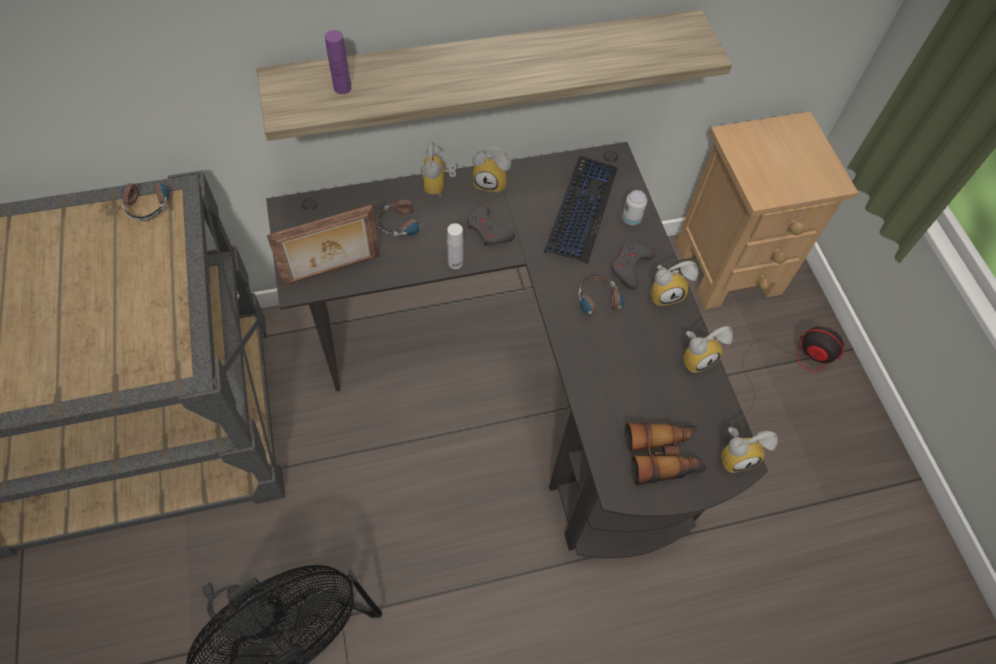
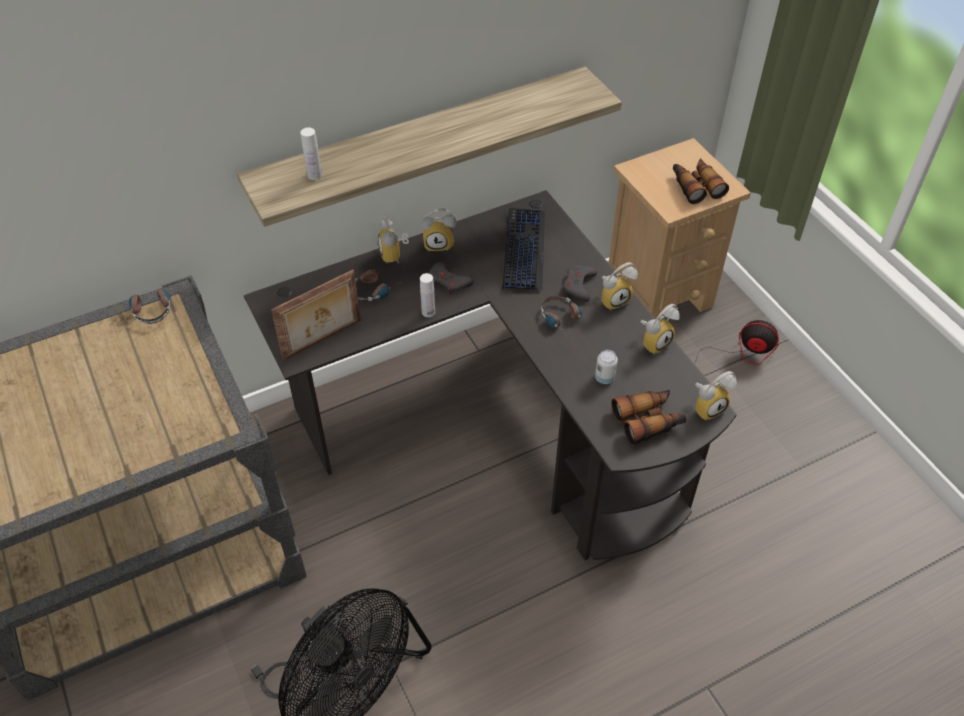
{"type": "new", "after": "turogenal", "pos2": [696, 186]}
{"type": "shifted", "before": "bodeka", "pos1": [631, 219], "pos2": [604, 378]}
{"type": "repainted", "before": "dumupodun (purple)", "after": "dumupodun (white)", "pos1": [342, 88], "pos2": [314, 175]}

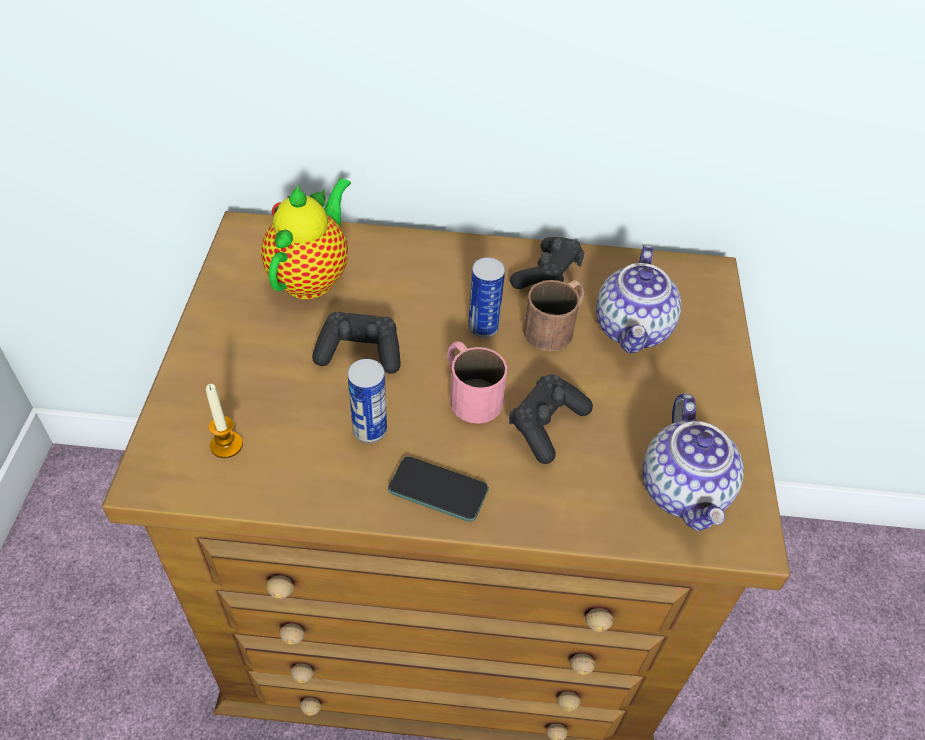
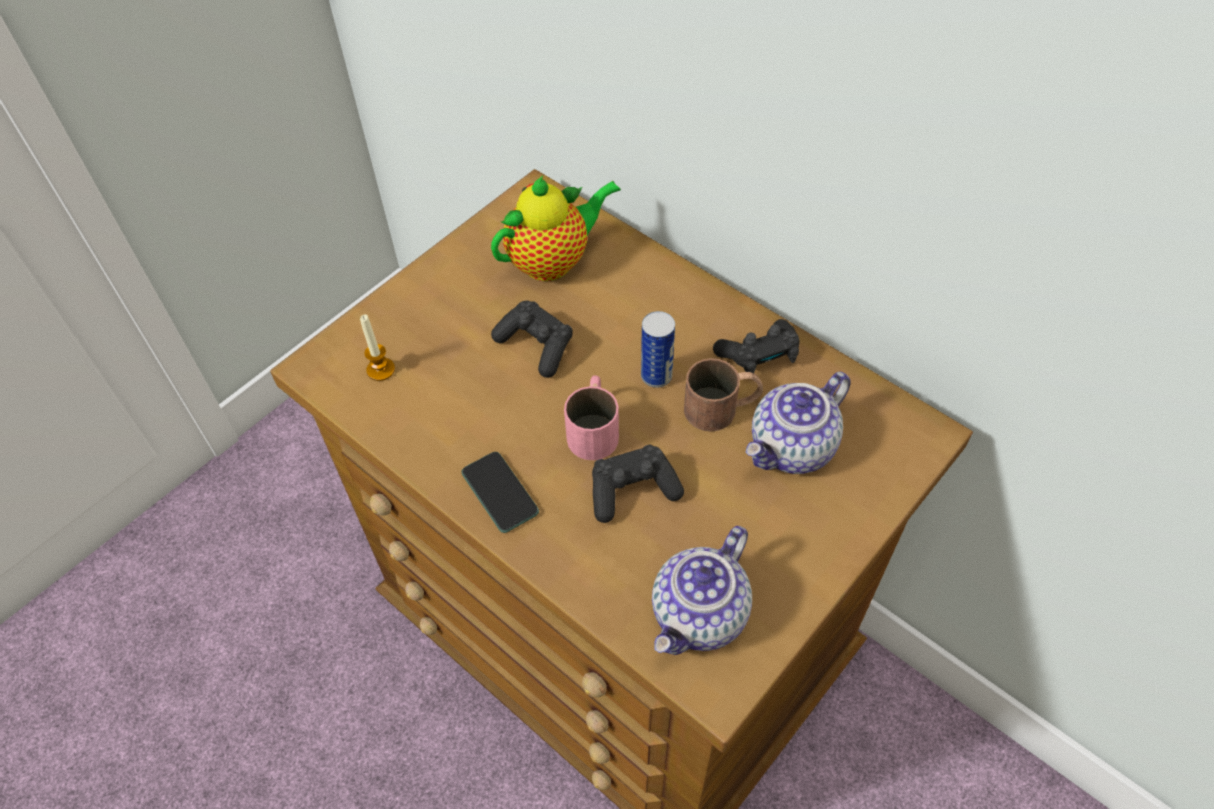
{"type": "gone", "before": "bodeka", "pos1": [369, 430]}

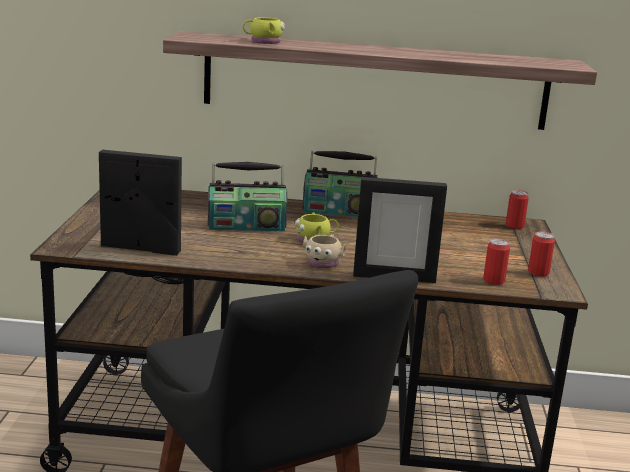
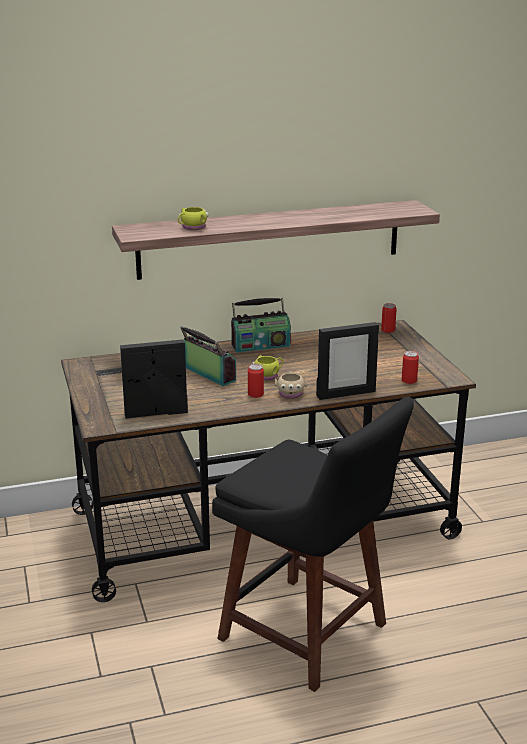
{"type": "shifted", "before": "bodeka", "pos1": [538, 272], "pos2": [255, 394]}
{"type": "rotated", "before": "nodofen", "pos1": [246, 225], "pos2": [208, 374], "turn": -105}

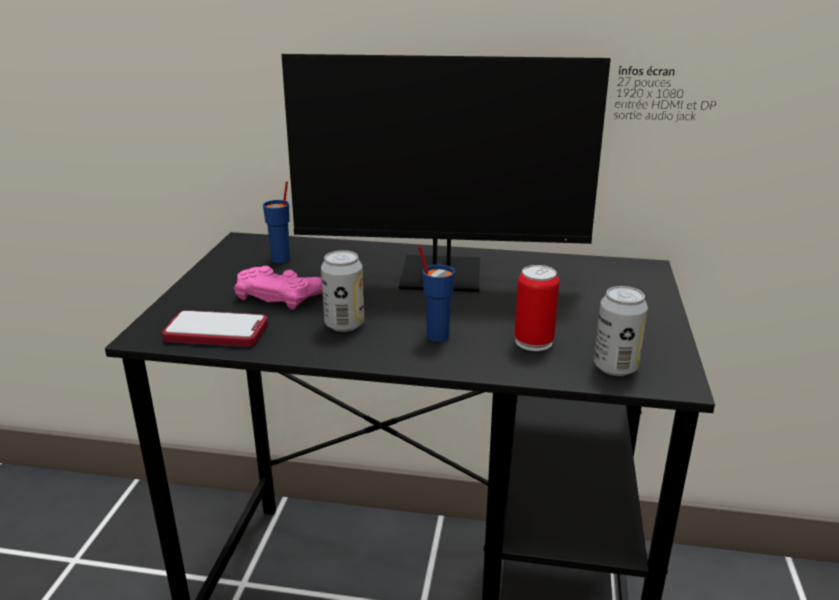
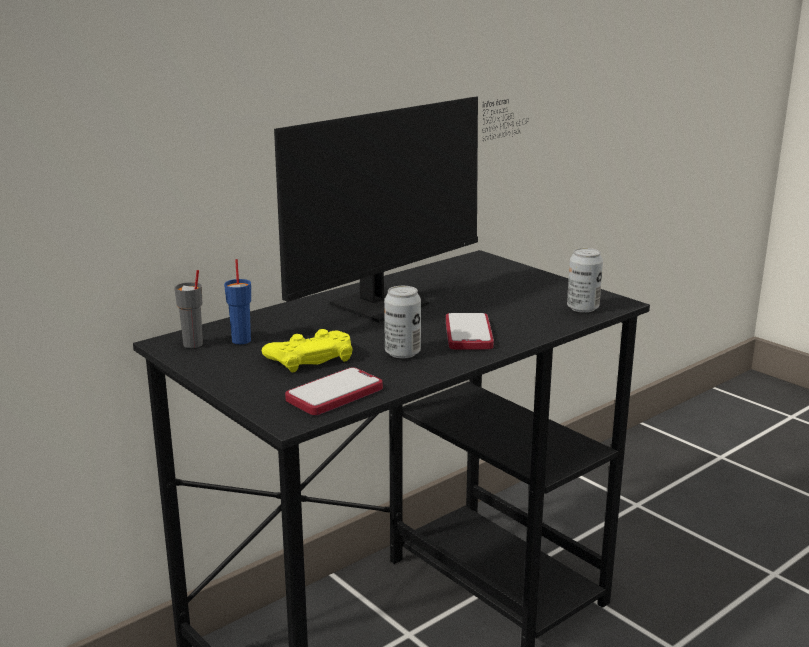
{"type": "gone", "before": "bodeka", "pos1": [533, 341]}
{"type": "new", "after": "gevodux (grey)", "pos2": [193, 344]}
{"type": "swapped", "before": "gevodux (blue)", "after": "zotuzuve", "pos1": [437, 335], "pos2": [468, 334]}
{"type": "repainted", "before": "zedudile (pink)", "after": "zedudile (yellow)", "pos1": [280, 294], "pos2": [310, 358]}

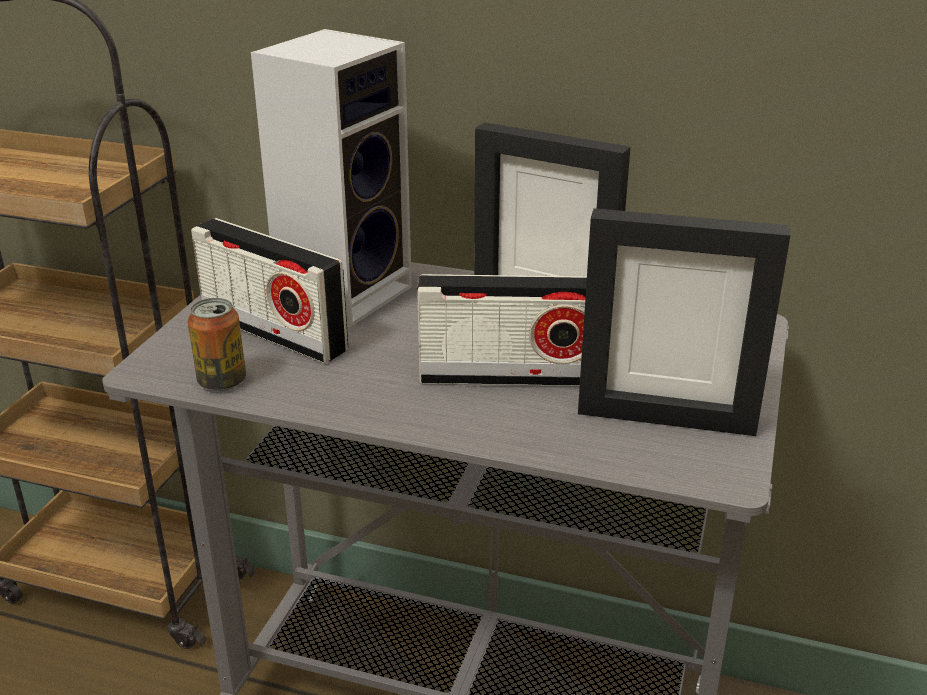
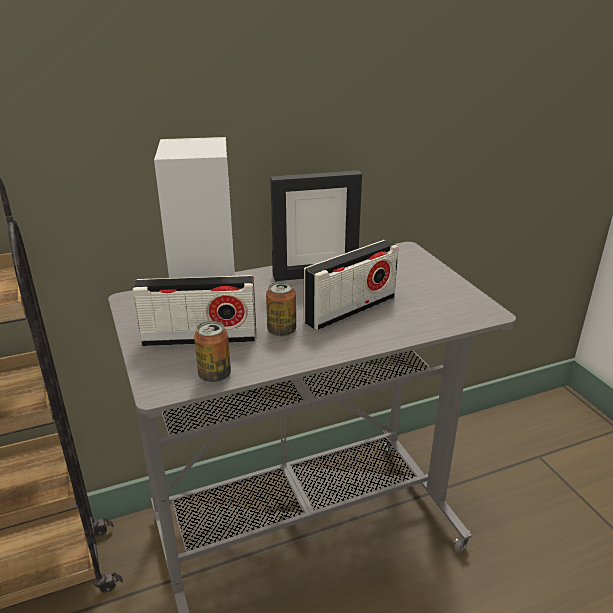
{"type": "gone", "before": "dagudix", "pos1": [666, 416]}
{"type": "new", "after": "bodeka", "pos2": [281, 331]}

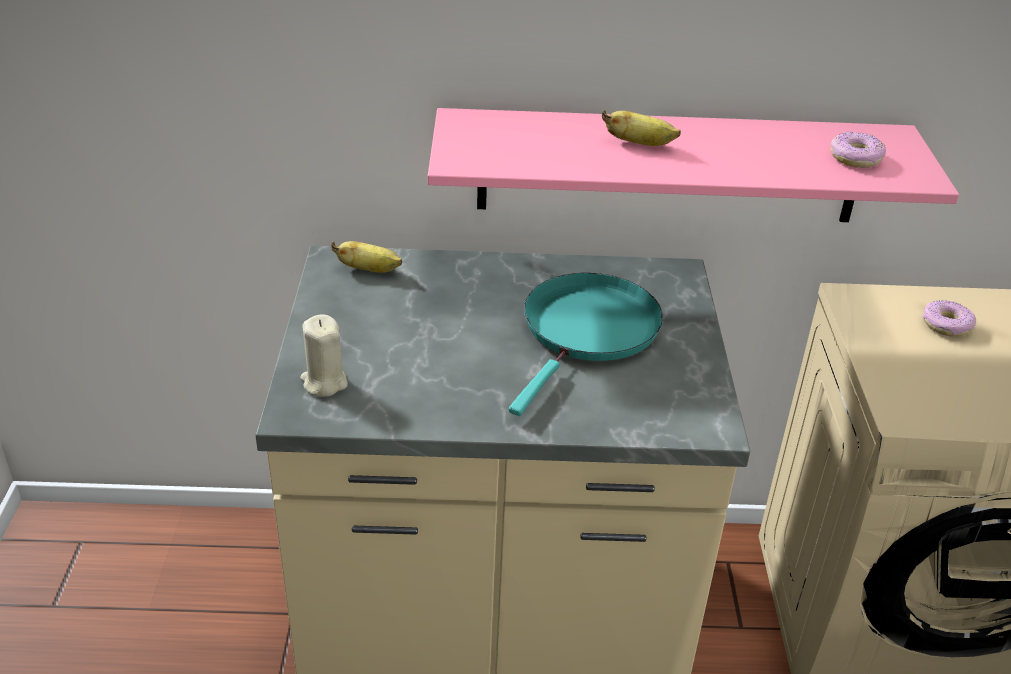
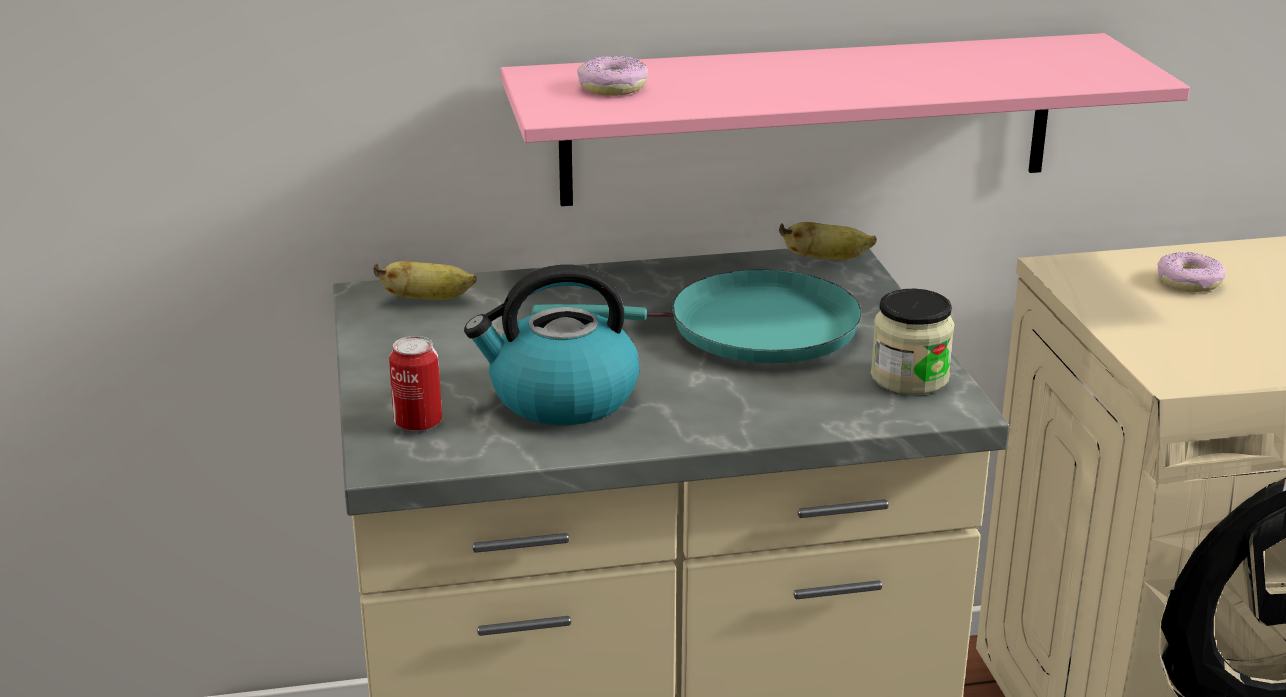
{"type": "new", "after": "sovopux", "pos2": [561, 398]}
{"type": "new", "after": "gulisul", "pos2": [909, 377]}
{"type": "shifted", "before": "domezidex", "pos1": [640, 144], "pos2": [826, 259]}
{"type": "shifted", "before": "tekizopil", "pos1": [855, 158], "pos2": [612, 87]}
{"type": "swapped", "before": "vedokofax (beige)", "after": "bodeka", "pos1": [324, 382], "pos2": [418, 423]}
{"type": "rotated", "before": "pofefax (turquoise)", "pos1": [587, 331], "pos2": [749, 329], "turn": 75}

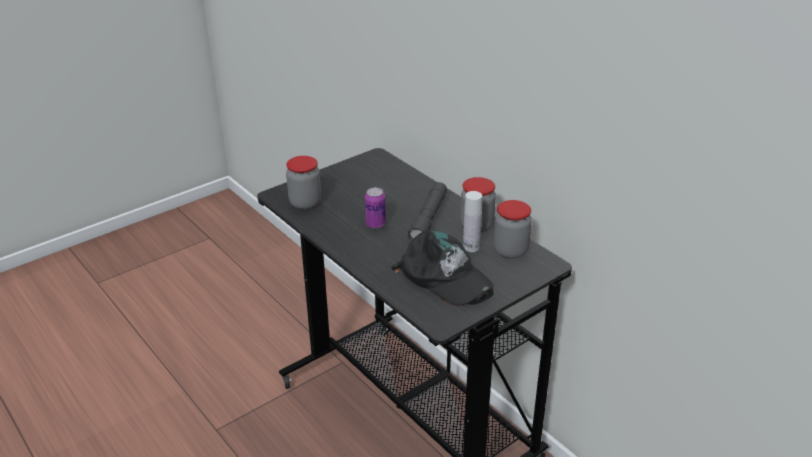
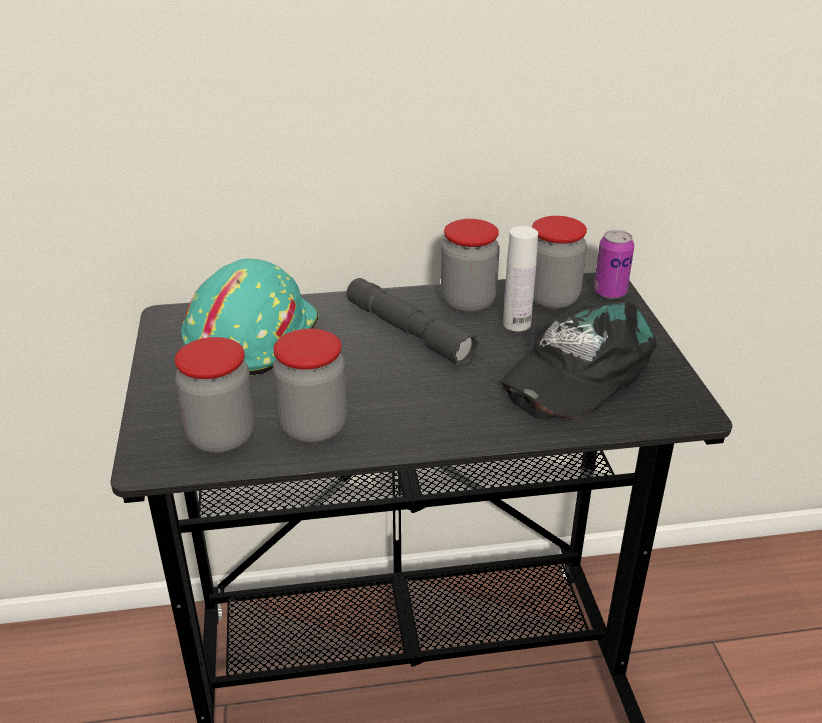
{"type": "new", "after": "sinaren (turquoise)", "pos2": [250, 337]}
{"type": "new", "after": "gulisul", "pos2": [313, 427]}
{"type": "shifted", "before": "bodeka", "pos1": [375, 224], "pos2": [610, 292]}
{"type": "rotated", "before": "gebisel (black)", "pos1": [444, 277], "pos2": [576, 371], "turn": 150}

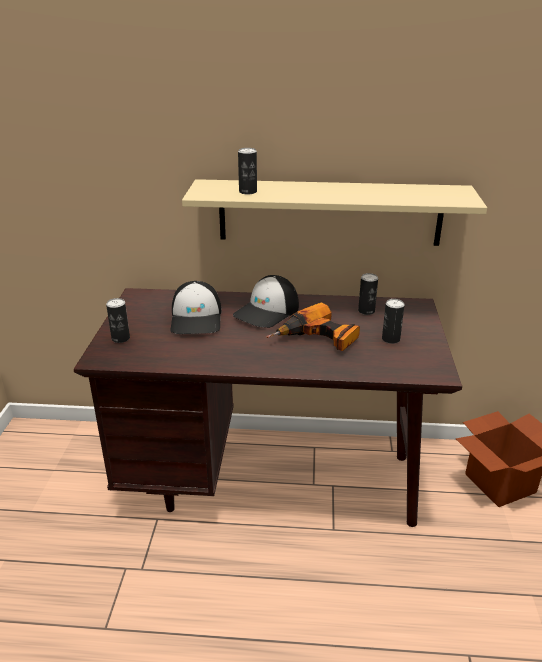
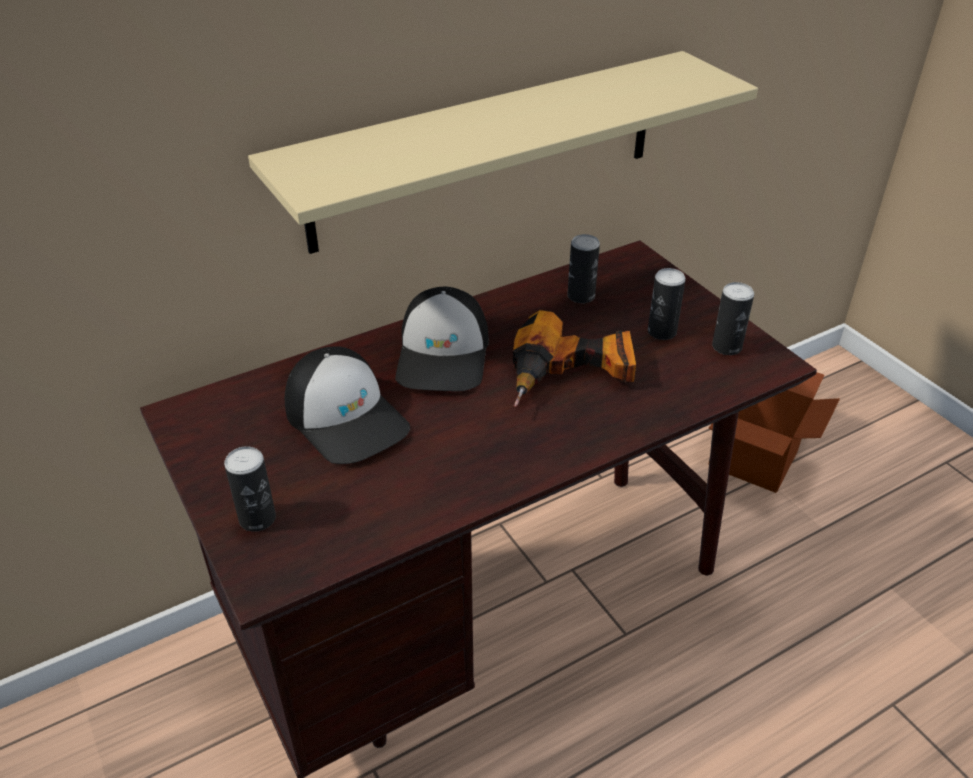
{"type": "shifted", "before": "bodeka", "pos1": [248, 192], "pos2": [726, 346]}

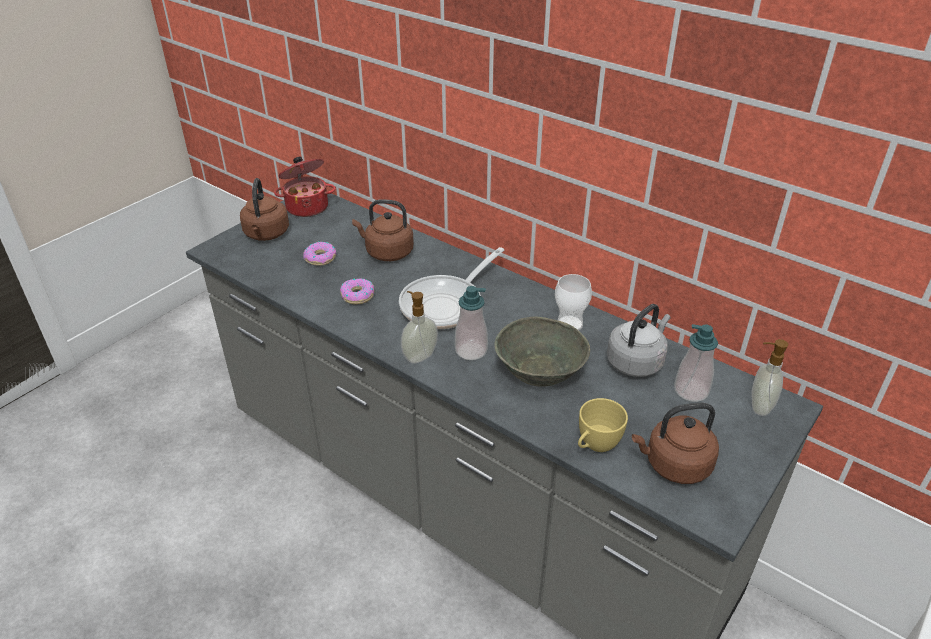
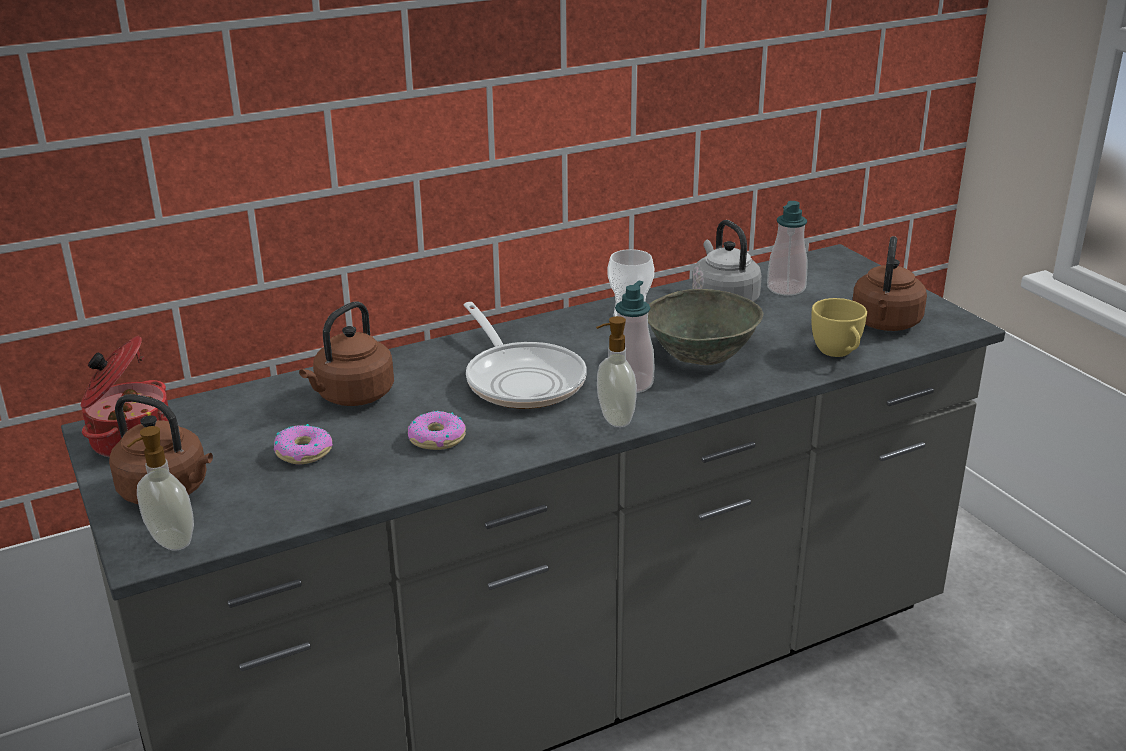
{"type": "shifted", "before": "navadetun", "pos1": [759, 406], "pos2": [170, 541]}

